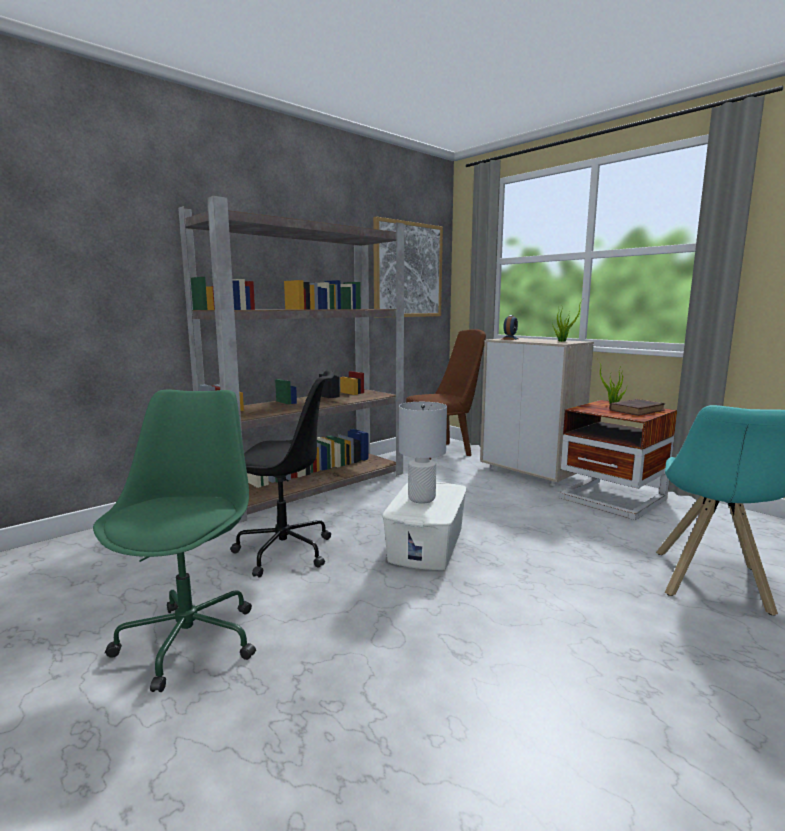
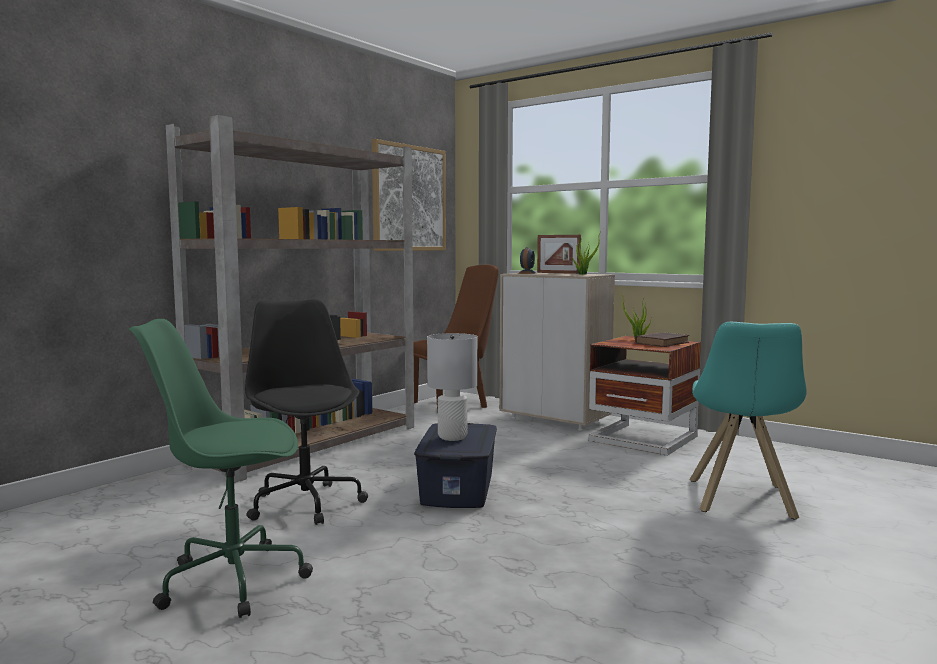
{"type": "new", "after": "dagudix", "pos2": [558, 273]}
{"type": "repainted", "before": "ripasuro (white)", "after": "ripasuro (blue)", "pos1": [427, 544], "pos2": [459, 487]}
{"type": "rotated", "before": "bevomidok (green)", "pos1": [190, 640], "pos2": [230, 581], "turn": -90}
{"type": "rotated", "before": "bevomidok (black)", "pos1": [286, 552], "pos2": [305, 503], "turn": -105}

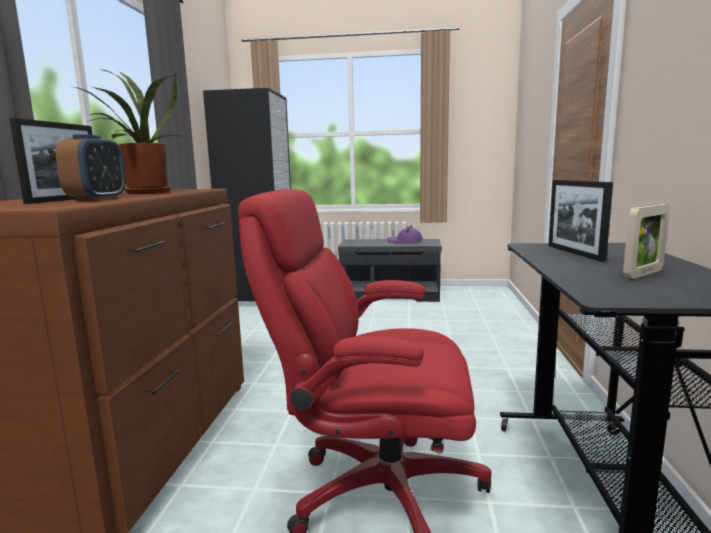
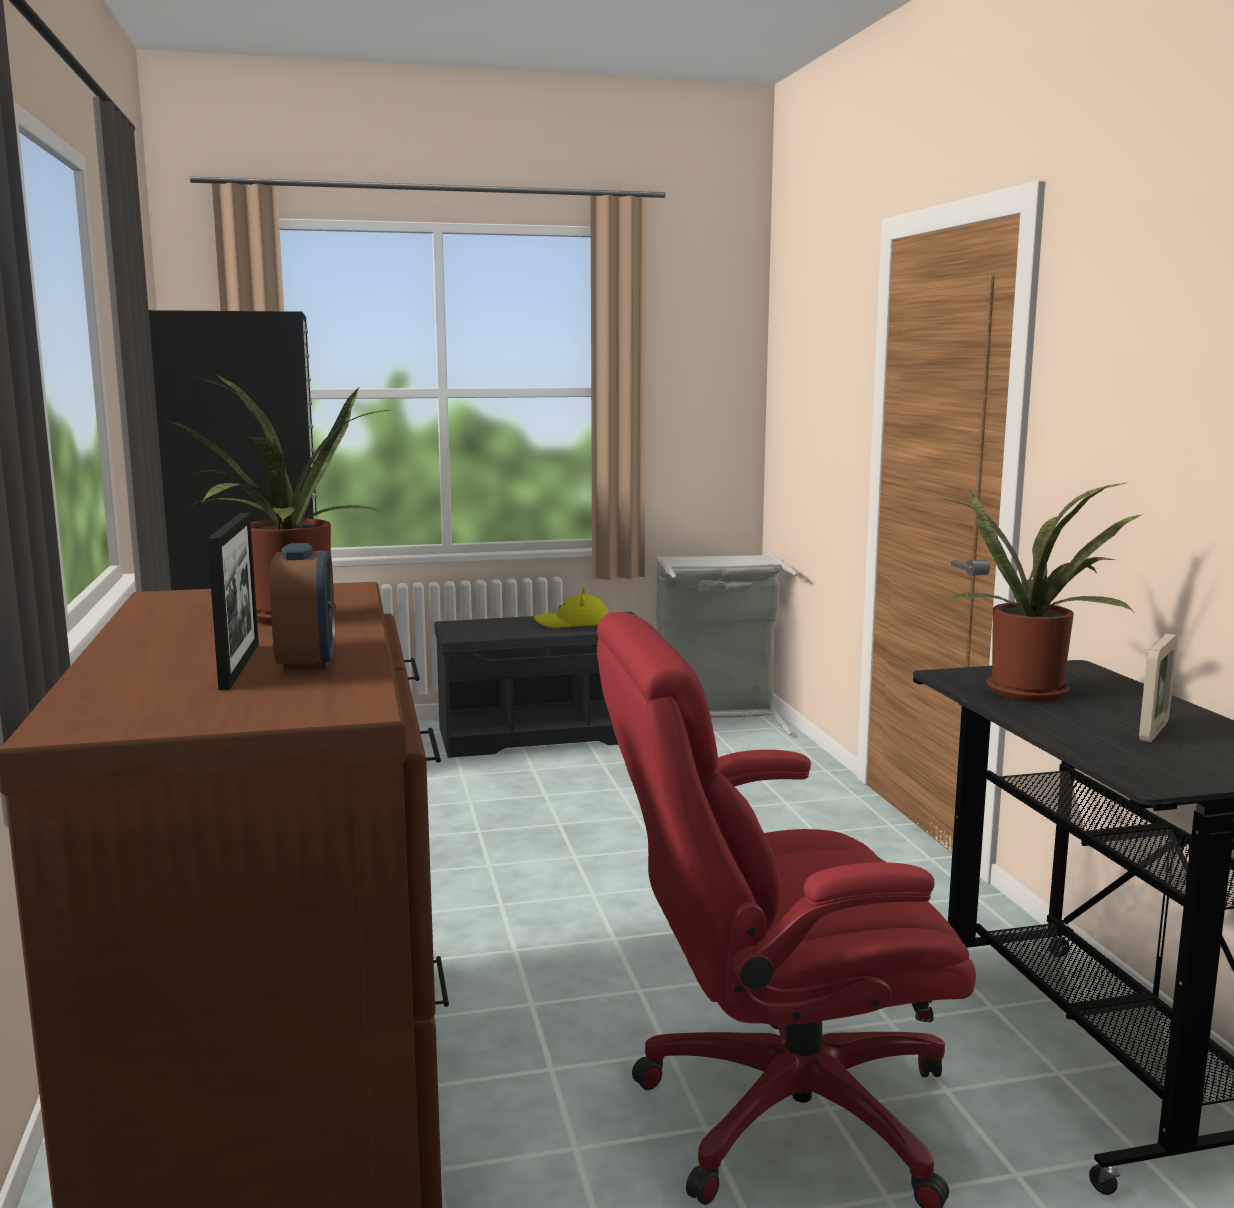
{"type": "new", "after": "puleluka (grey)", "pos2": [718, 719]}
{"type": "swapped", "before": "dagudix", "after": "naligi", "pos1": [574, 253], "pos2": [1030, 690]}
{"type": "repainted", "before": "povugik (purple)", "after": "povugik (yellow)", "pos1": [404, 241], "pos2": [573, 623]}

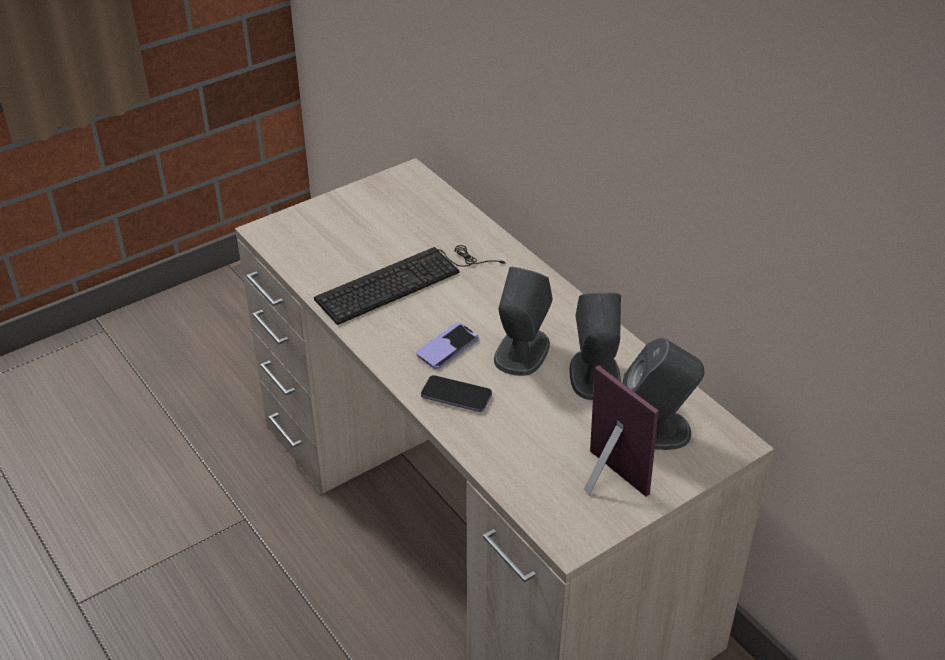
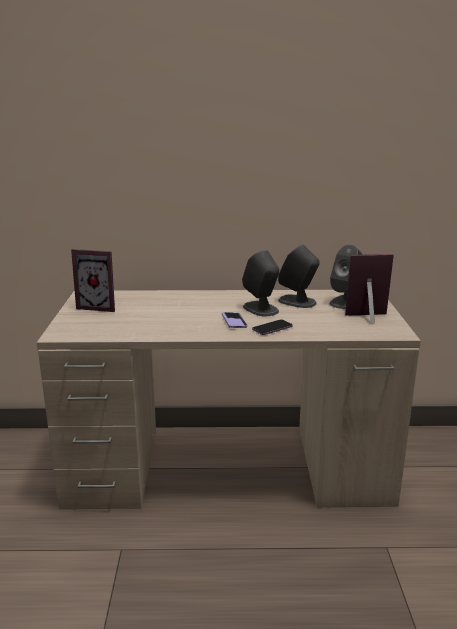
{"type": "gone", "before": "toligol", "pos1": [405, 281]}
{"type": "new", "after": "dagudix", "pos2": [99, 306]}

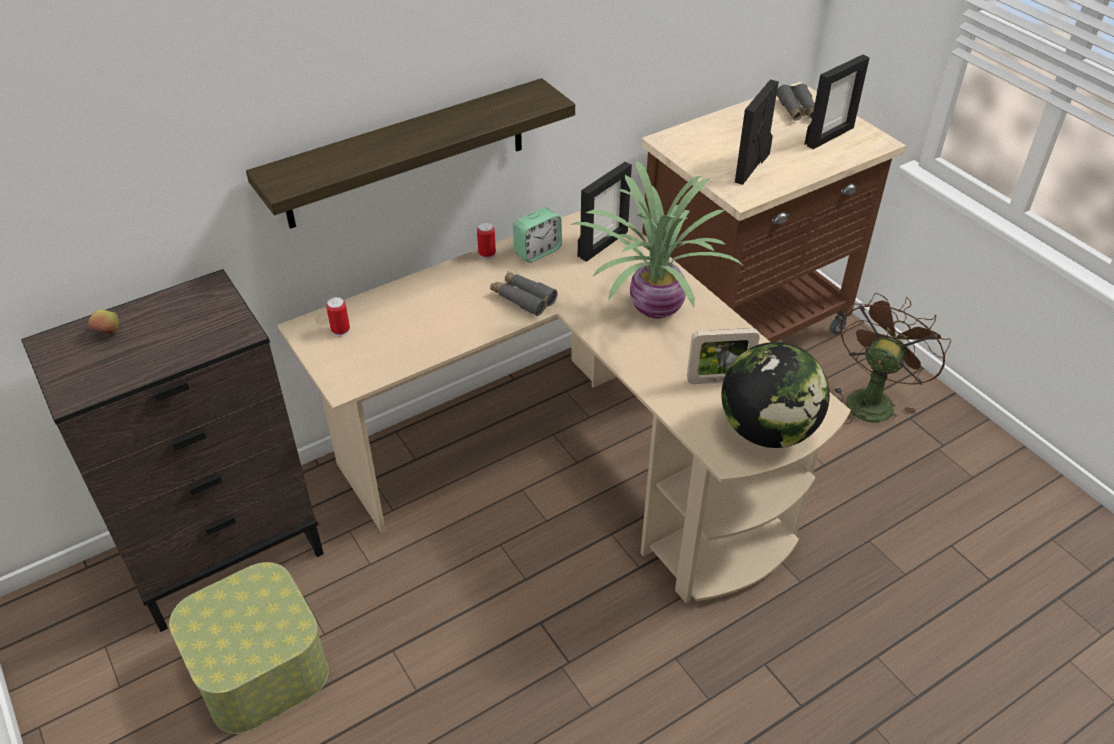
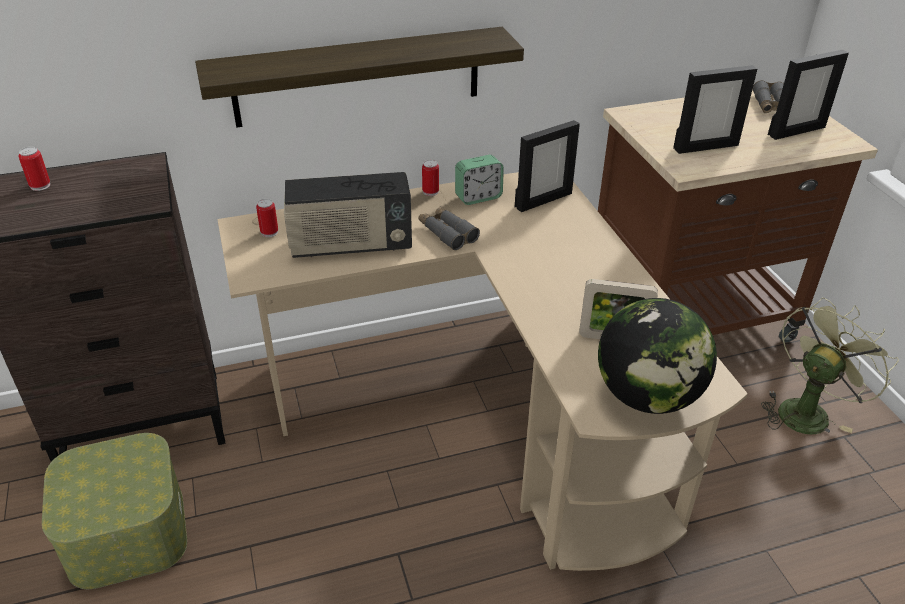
{"type": "gone", "before": "naligi", "pos1": [654, 306]}
{"type": "new", "after": "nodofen", "pos2": [351, 245]}
{"type": "swapped", "before": "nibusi", "after": "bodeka", "pos1": [108, 333], "pos2": [40, 185]}
{"type": "repainted", "before": "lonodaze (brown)", "after": "lonodaze (green)", "pos1": [872, 398], "pos2": [807, 410]}
{"type": "rotated", "before": "dagudix", "pos1": [752, 168], "pos2": [705, 147], "turn": -150}

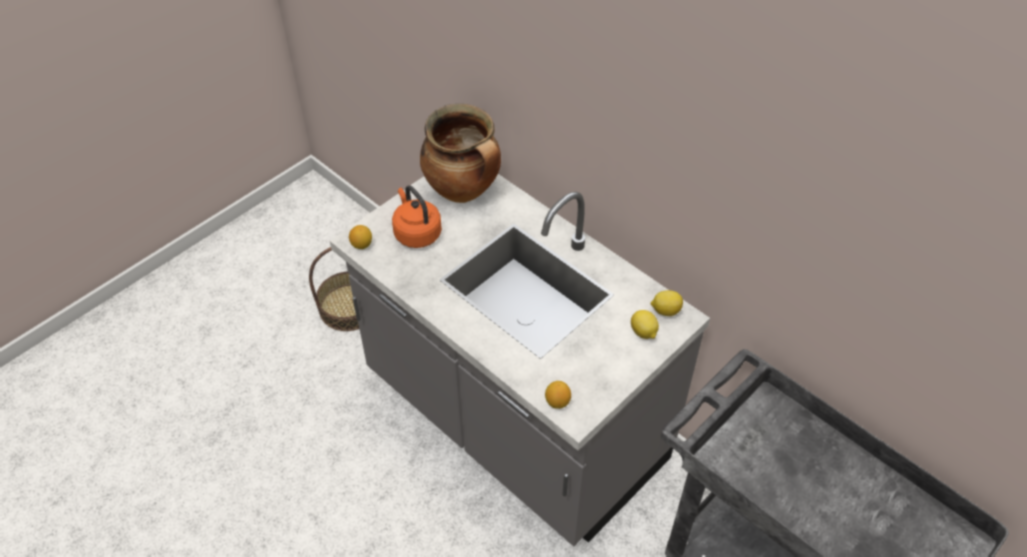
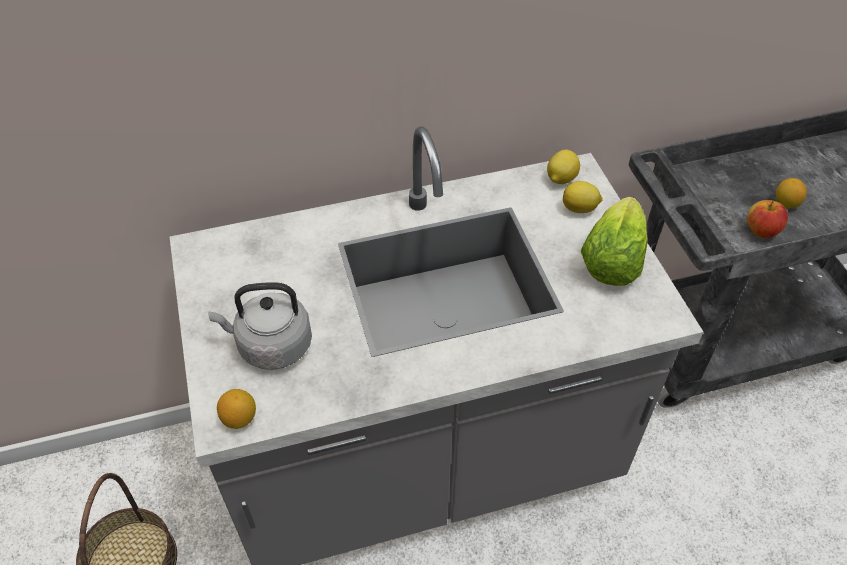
{"type": "gone", "before": "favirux", "pos1": [464, 190]}
{"type": "new", "after": "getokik", "pos2": [611, 261]}
{"type": "new", "after": "nibusi", "pos2": [761, 231]}
{"type": "shifted", "before": "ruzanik", "pos1": [557, 402], "pos2": [786, 203]}
{"type": "repainted", "before": "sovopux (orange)", "after": "sovopux (grey)", "pos1": [416, 233], "pos2": [271, 346]}

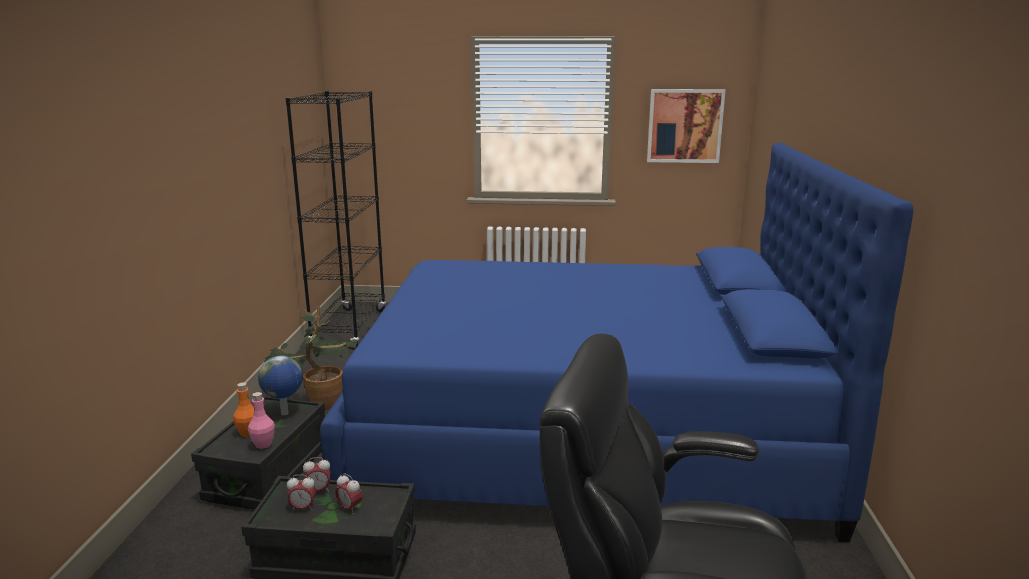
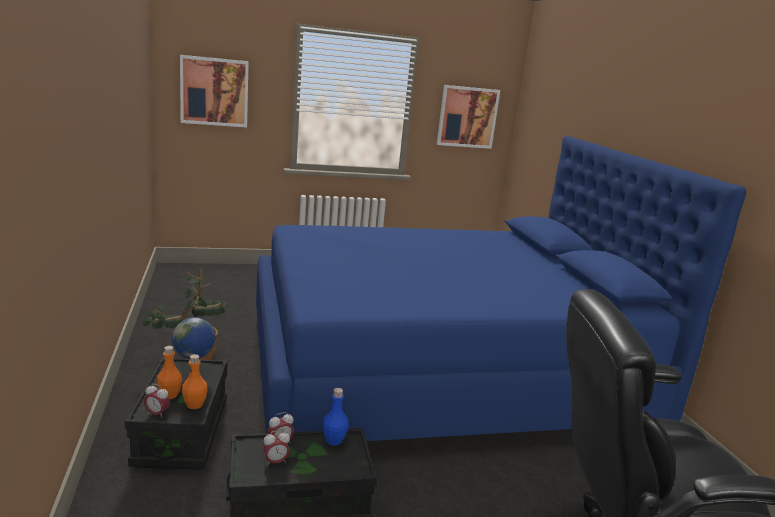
{"type": "gone", "before": "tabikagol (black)", "pos1": [350, 328]}
{"type": "new", "after": "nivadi", "pos2": [214, 91]}
{"type": "new", "after": "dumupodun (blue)", "pos2": [334, 440]}
{"type": "shifted", "before": "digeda", "pos1": [349, 508], "pos2": [157, 414]}
{"type": "repainted", "before": "dumupodun (pink)", "after": "dumupodun (orange)", "pos1": [263, 444], "pos2": [194, 405]}

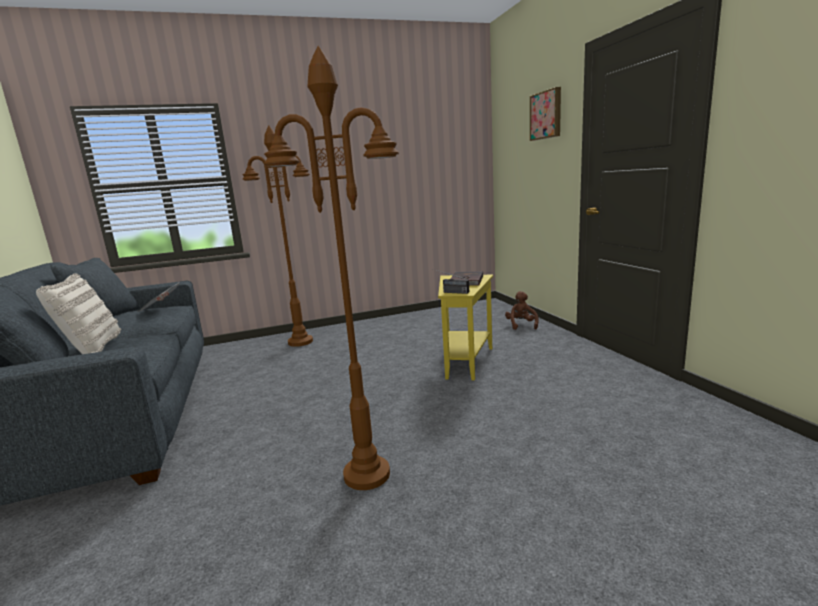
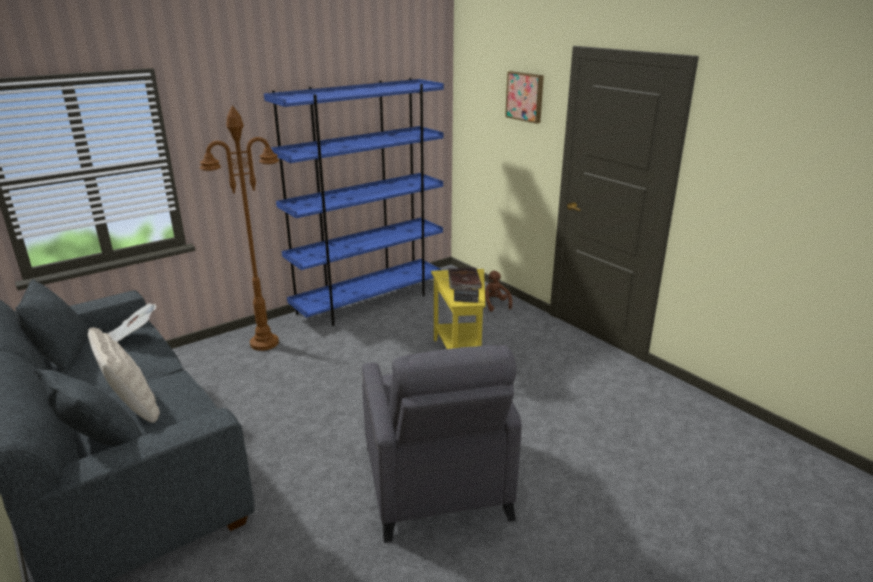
{"type": "new", "after": "tabikagol (blue)", "pos2": [369, 302]}
{"type": "swapped", "before": "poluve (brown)", "after": "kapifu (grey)", "pos1": [366, 474], "pos2": [436, 485]}

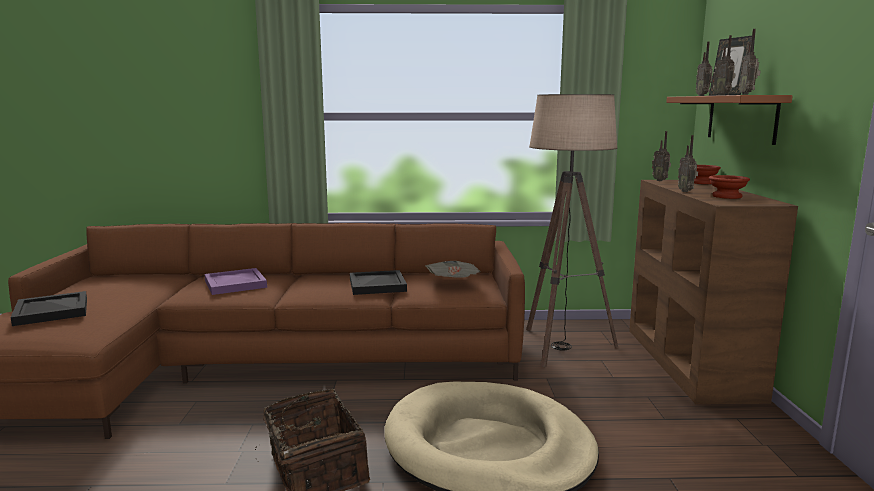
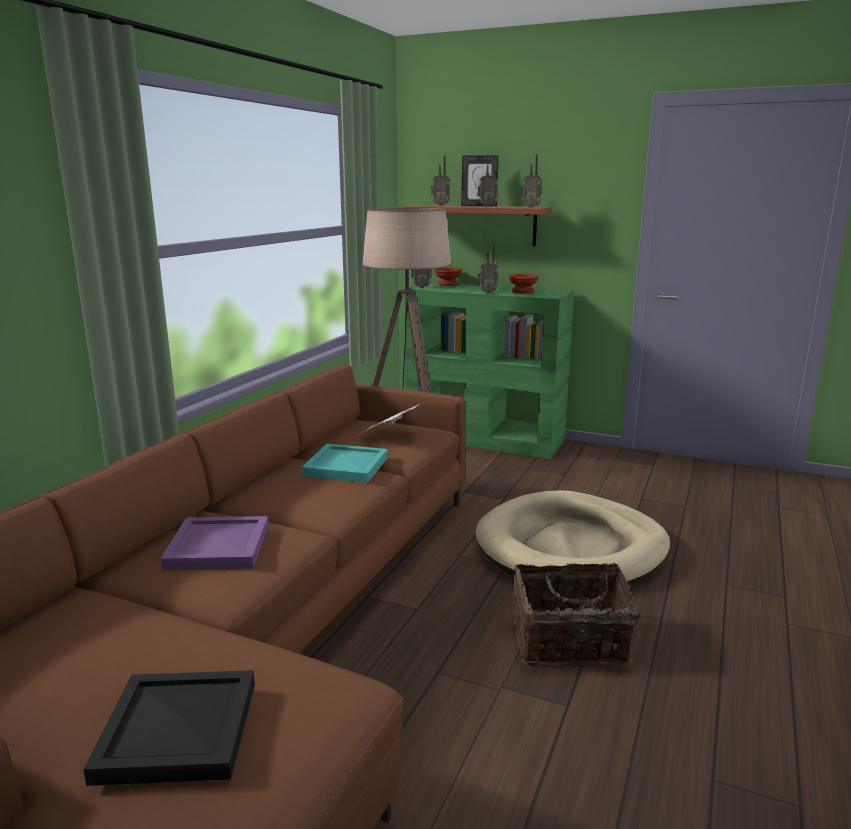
{"type": "repainted", "before": "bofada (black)", "after": "bofada (turquoise)", "pos1": [376, 285], "pos2": [344, 467]}
{"type": "repainted", "before": "tabikagol (brown)", "after": "tabikagol (green)", "pos1": [691, 362], "pos2": [485, 438]}

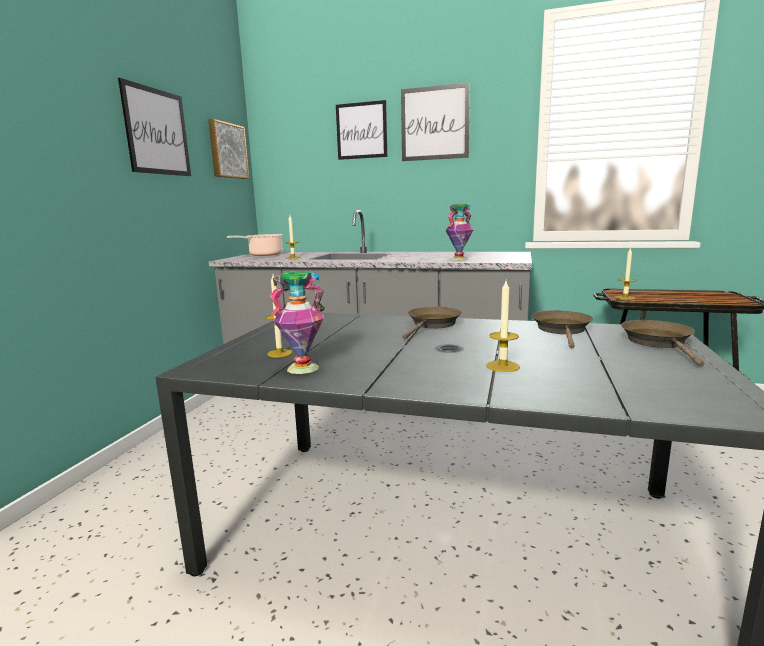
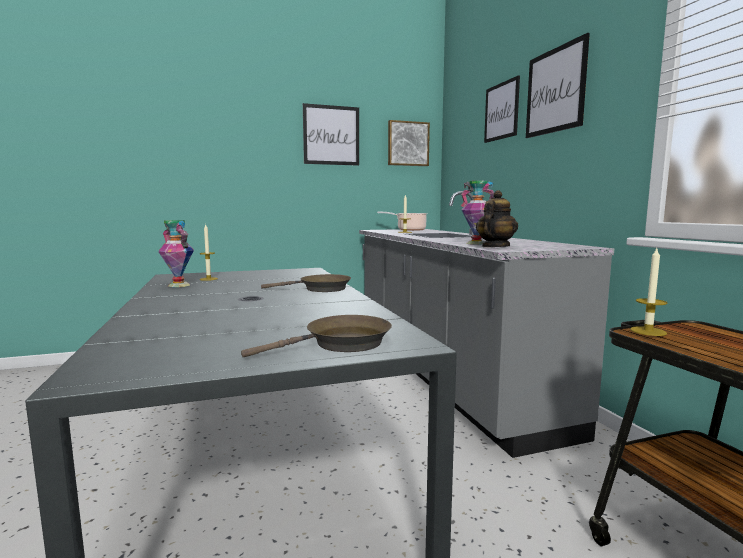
{"type": "gone", "before": "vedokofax", "pos1": [502, 366]}
{"type": "gone", "before": "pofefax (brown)", "pos1": [562, 330]}
{"type": "new", "after": "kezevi", "pos2": [495, 247]}

